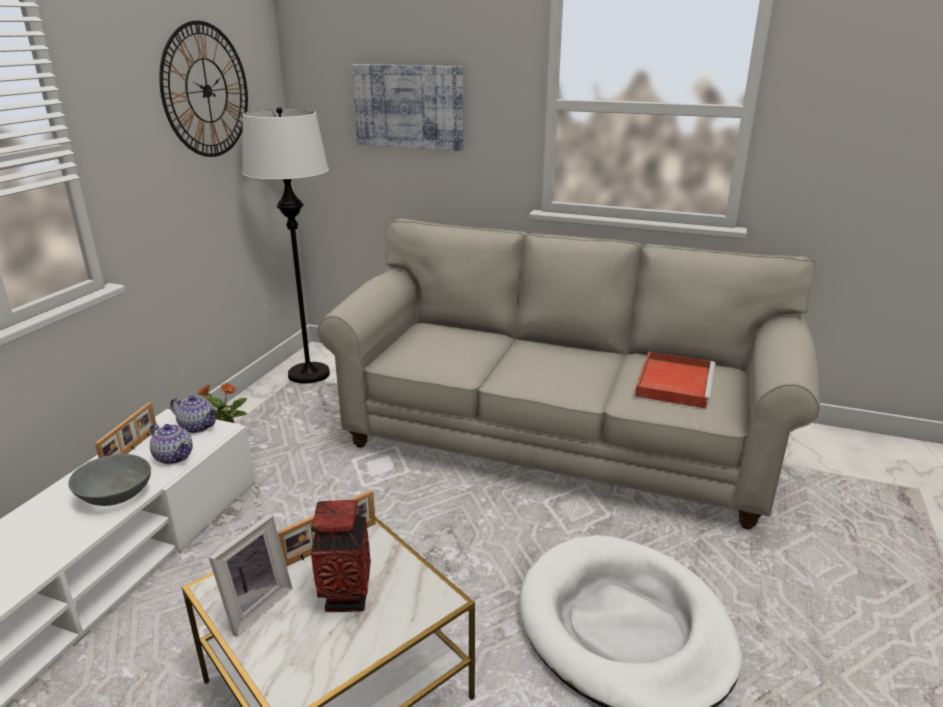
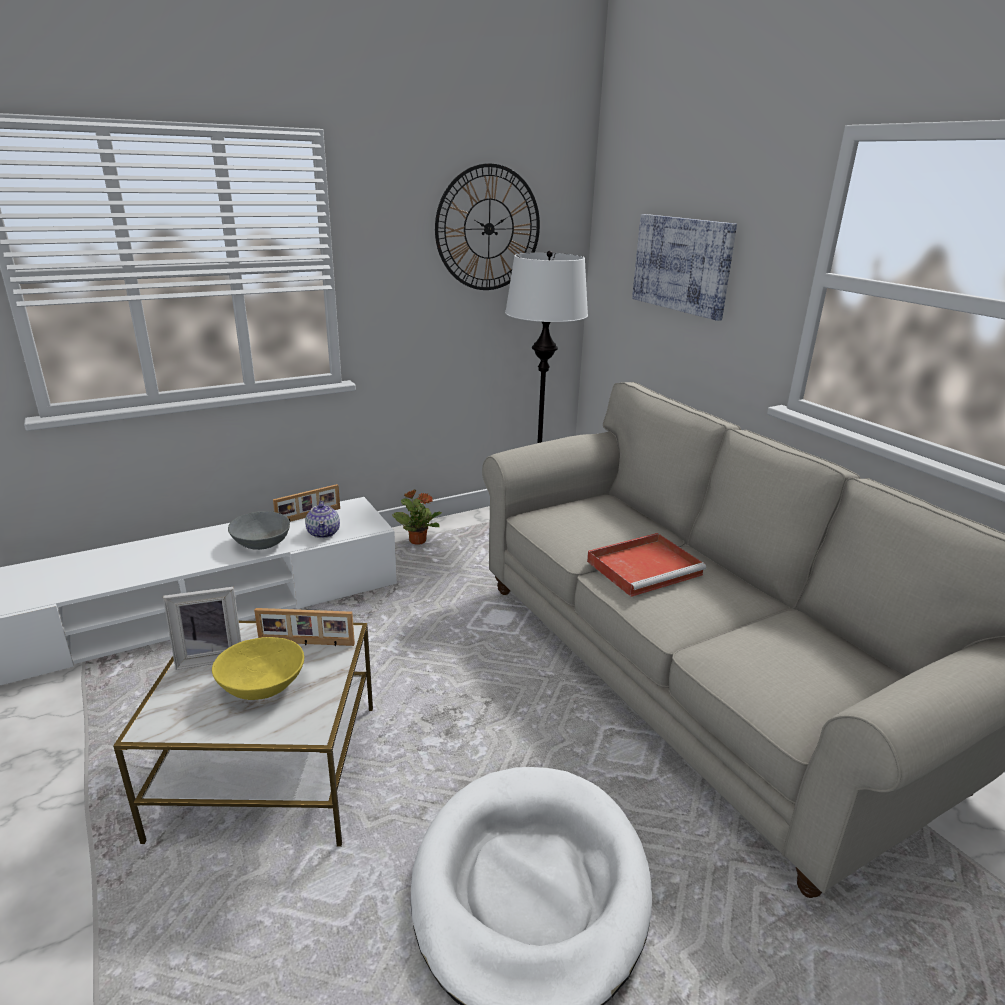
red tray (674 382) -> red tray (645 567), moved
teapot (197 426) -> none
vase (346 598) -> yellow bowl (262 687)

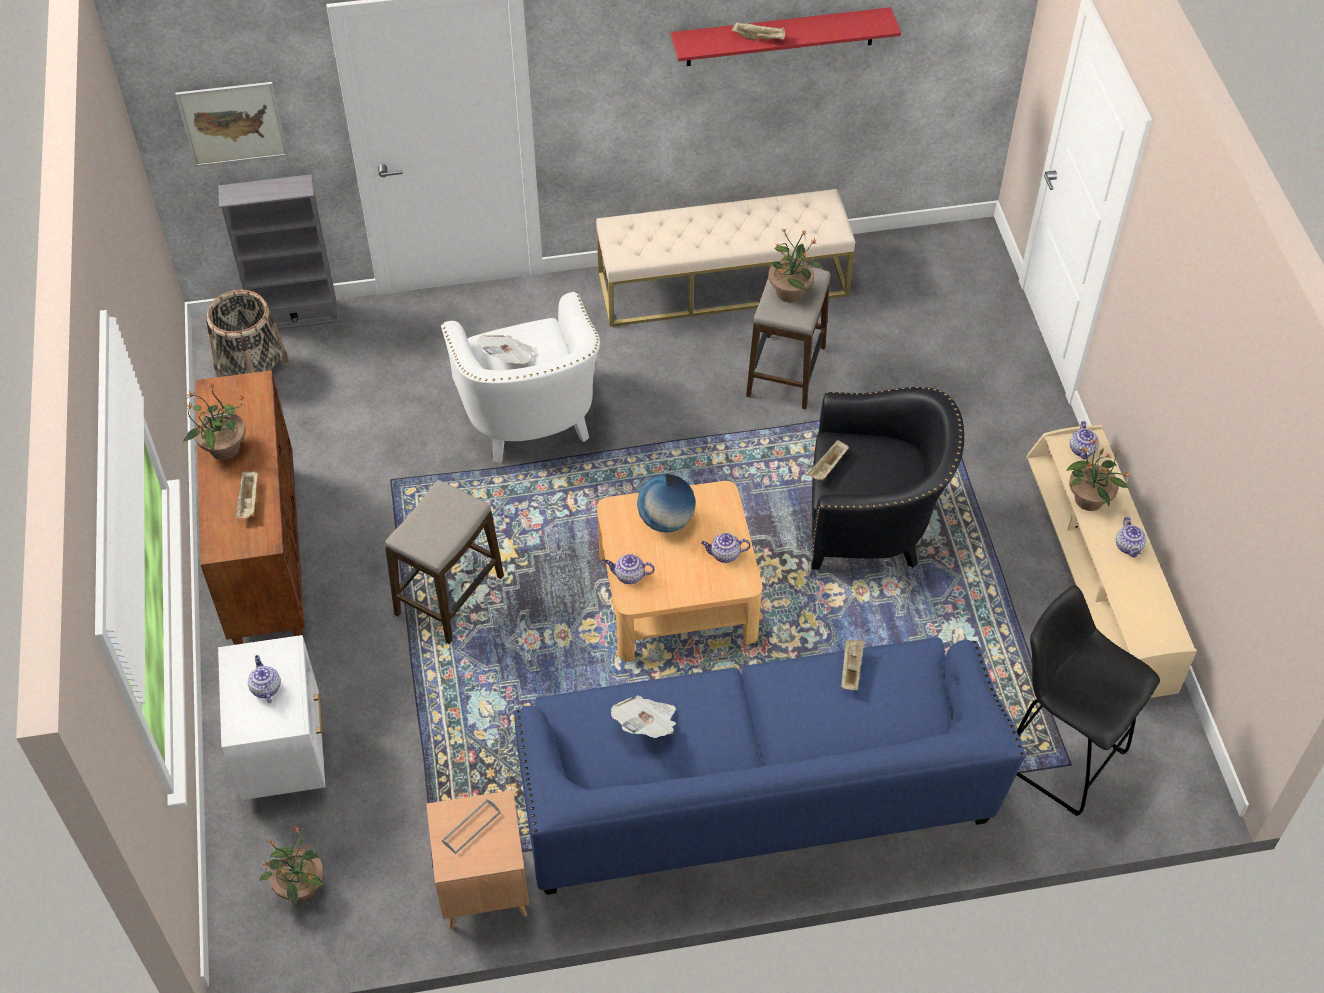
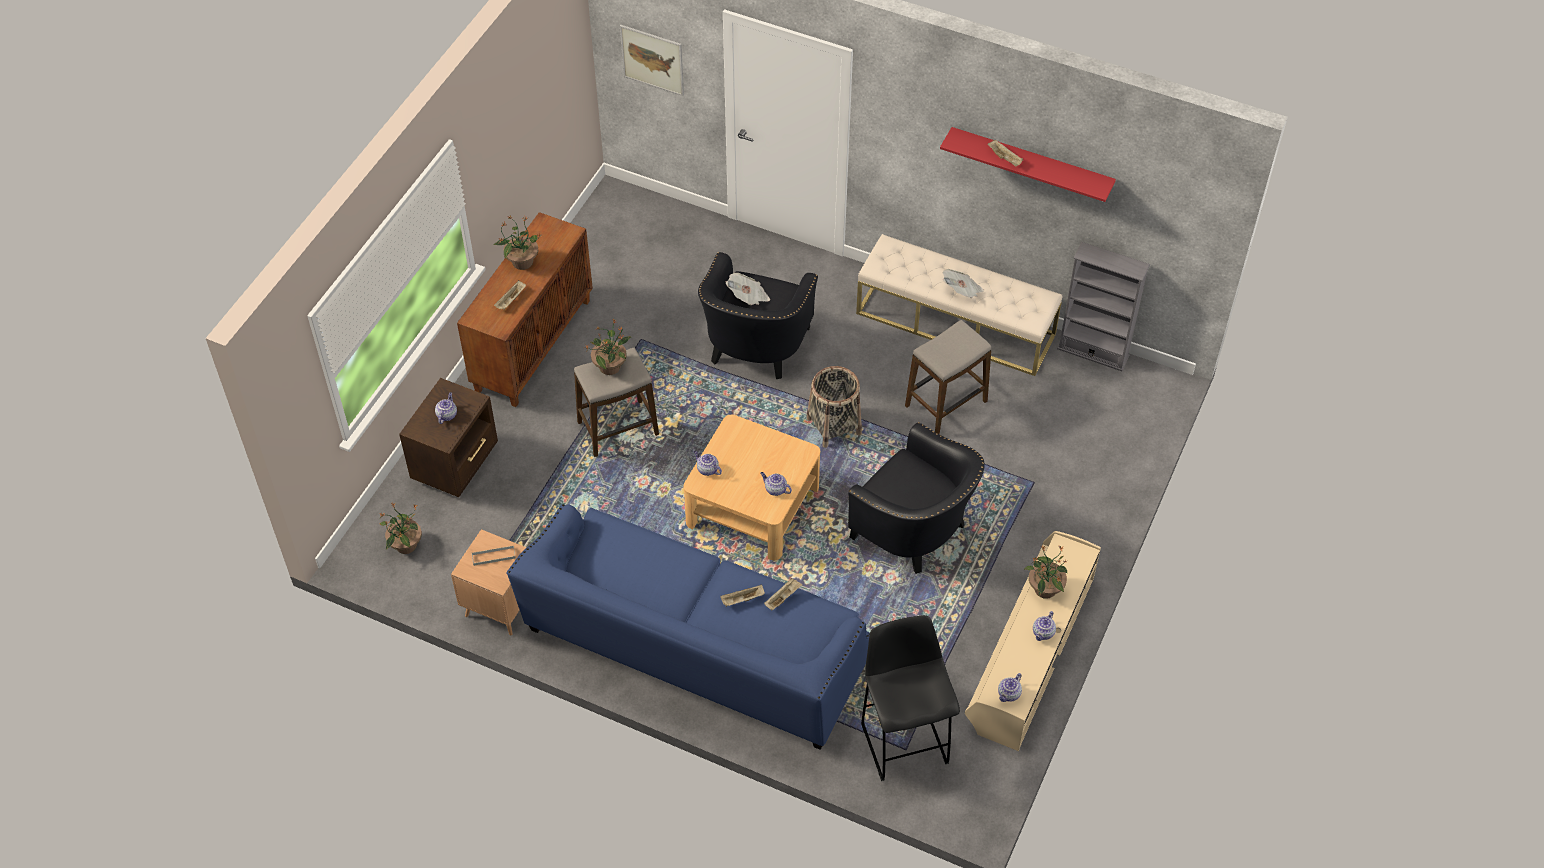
grey bookcase (295 316) -> grey bookcase (1093 352), moved
potted plant (790 292) -> potted plant (610 366), moved
basket (253 369) -> basket (834 426), moved
white armchair (531 421) -> black armchair (755 348)
teapot (1082 450) -> teapot (1009 694), moved
beige tray (828 467) -> beige tray (742 600), moved
globe (666 520) -> none
white nightstand (284 748) -> brown nightstand (457 464)
newspaper (646 725) -> newspaper (962 291), moved

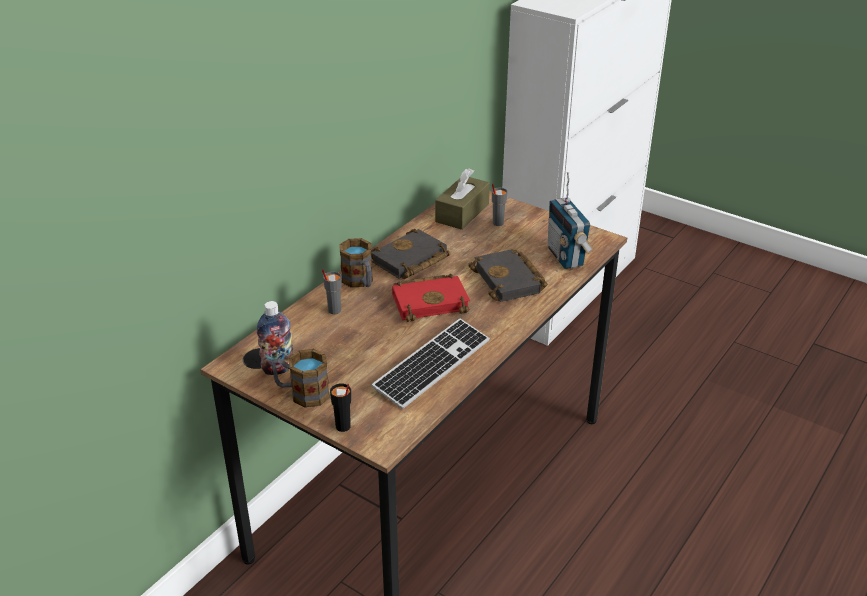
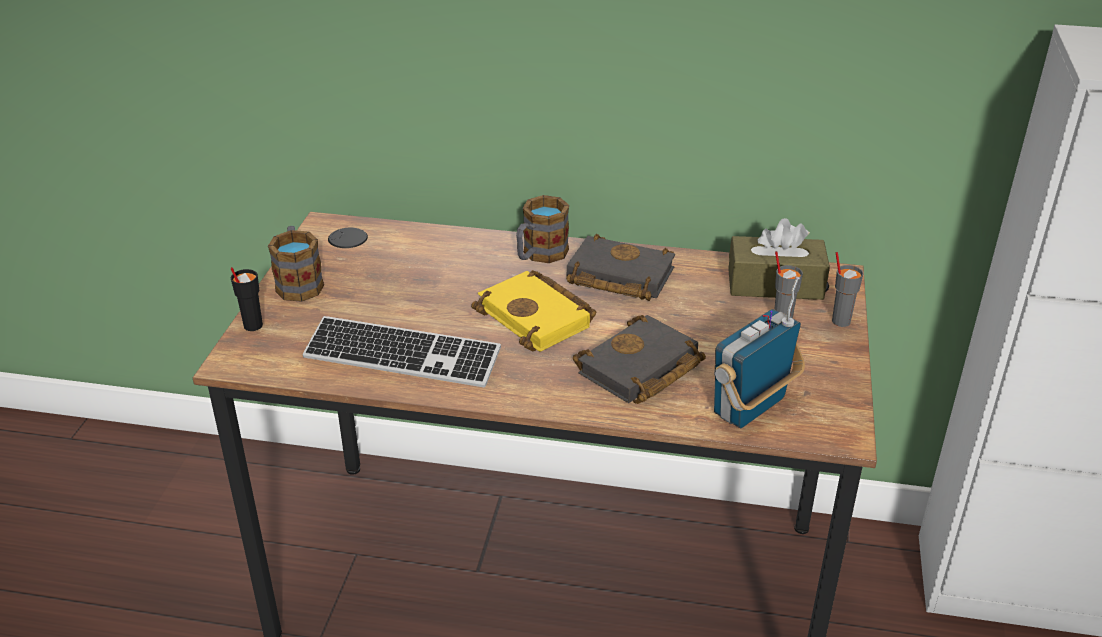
grey cup (334 310) -> grey cup (840 321), moved
red book (431 301) -> yellow book (539 318)
bottle (278 368) -> none

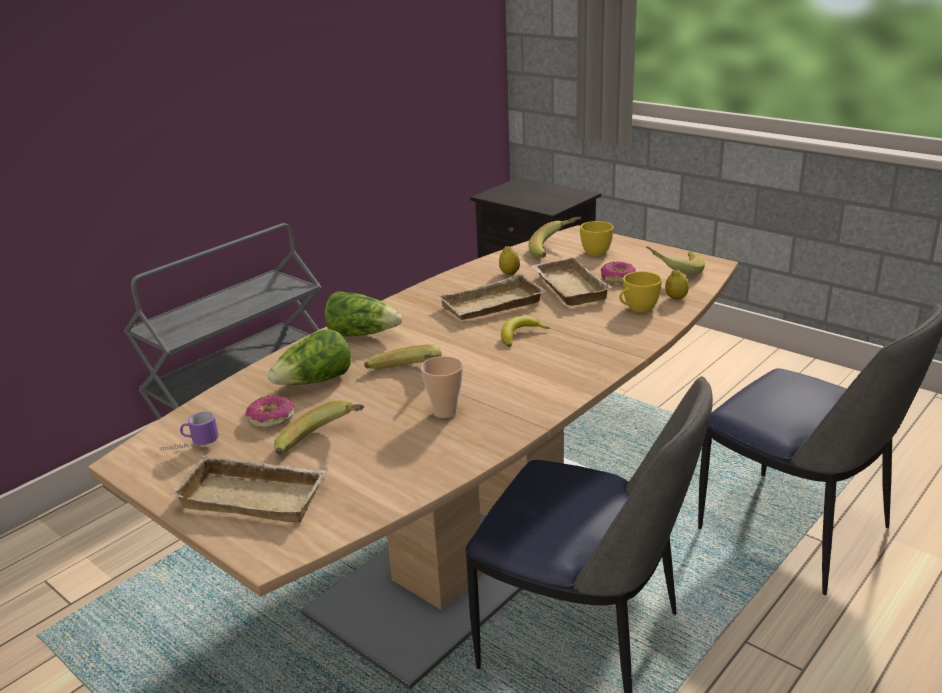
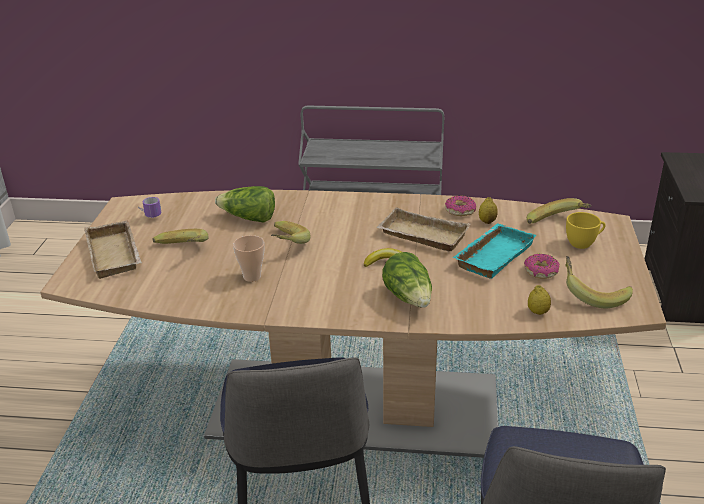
beige tray (567 287) -> turquoise tray (493 254)
yellow cup (637 309) -> none
lettuce (362 334) -> lettuce (409 297), moved
donut (271 418) -> donut (460 210), moved

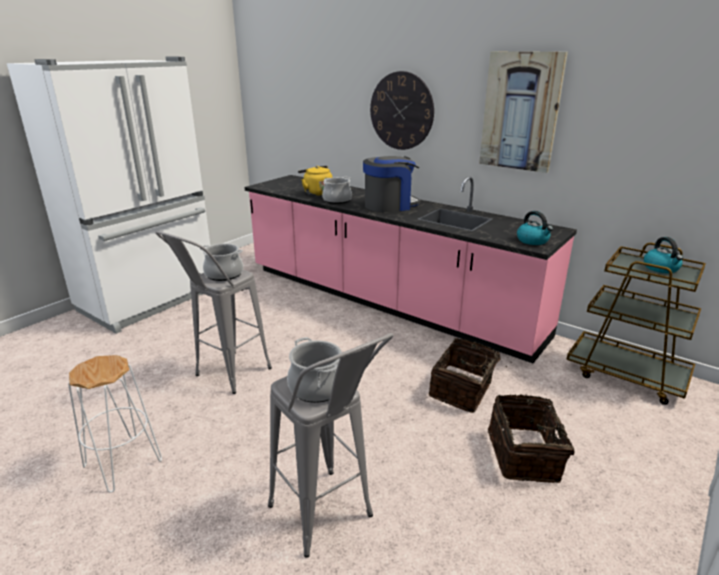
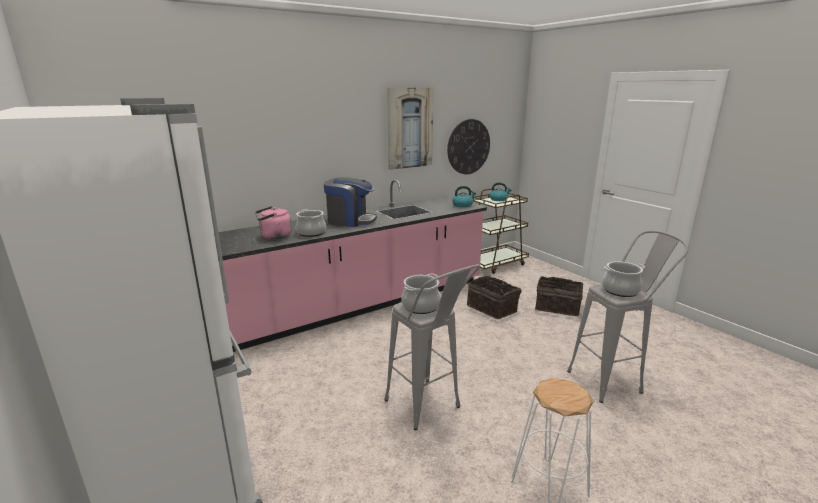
wall clock (401 111) -> wall clock (468 147), moved
coffee machine (389 205) -> coffee machine (350 221), 105 degrees clockwise
yellow kettle (316 193) -> pink kettle (274 236)

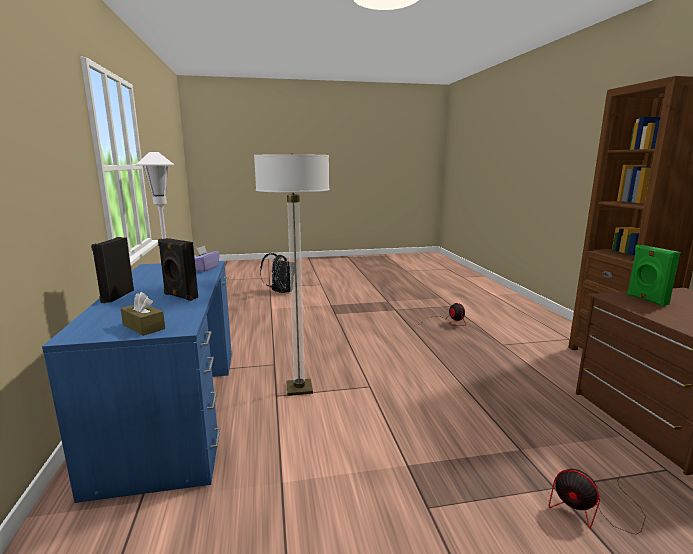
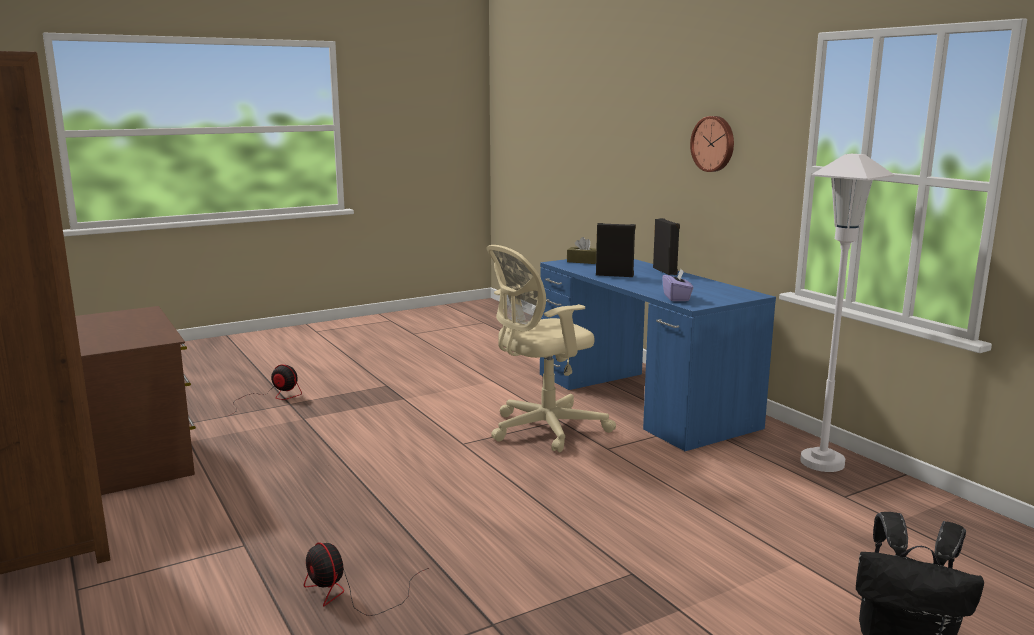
floor lamp (299 388) -> beige office chair (543 429)
green speaker (646 300) -> none
none -> wall clock (714 144)

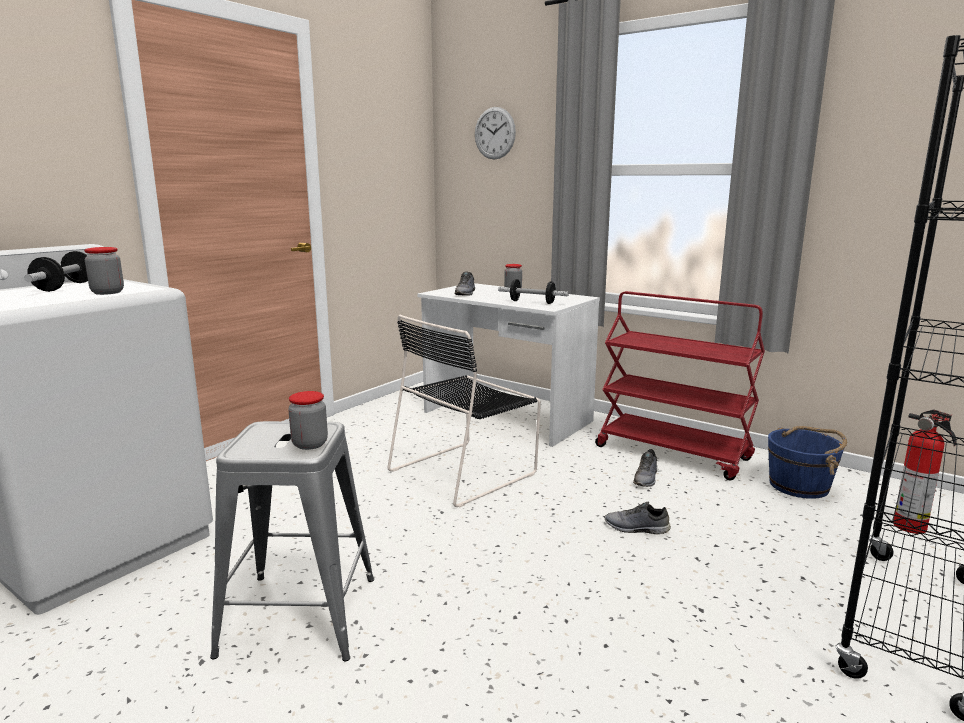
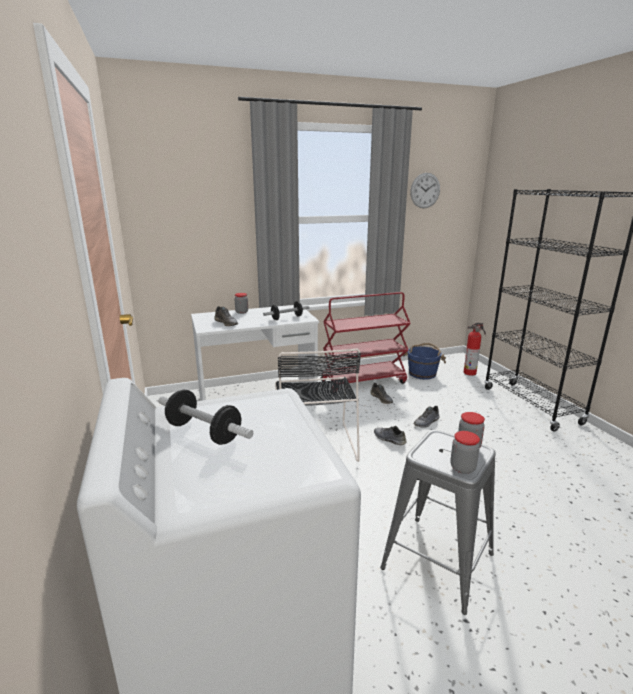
wall clock (494 133) -> wall clock (425 190), moved
jar (107 292) -> jar (462 468), moved
none -> grey shoe (389 439)

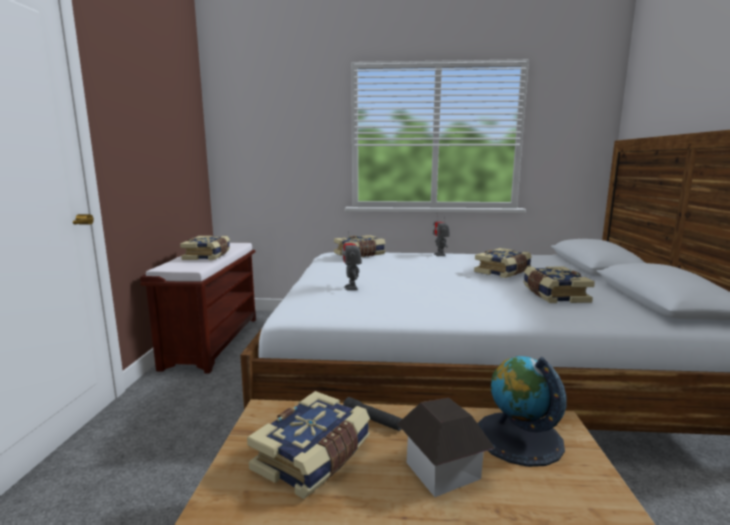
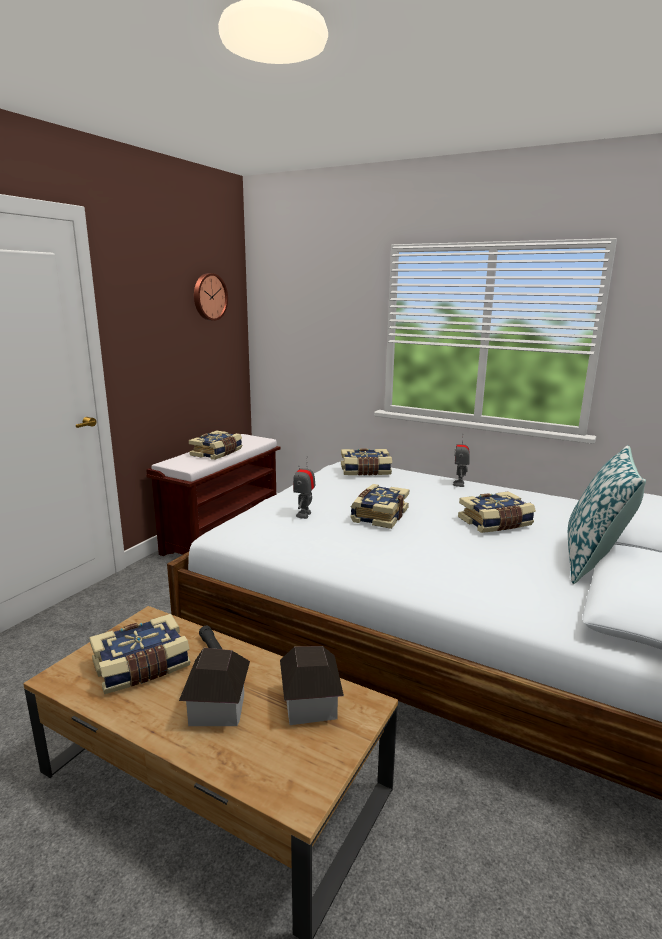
book (553 295) -> book (378 515), moved
globe (518 438) -> toy house (310 705)
none -> wall clock (209 297)
none -> pillow (593 560)

